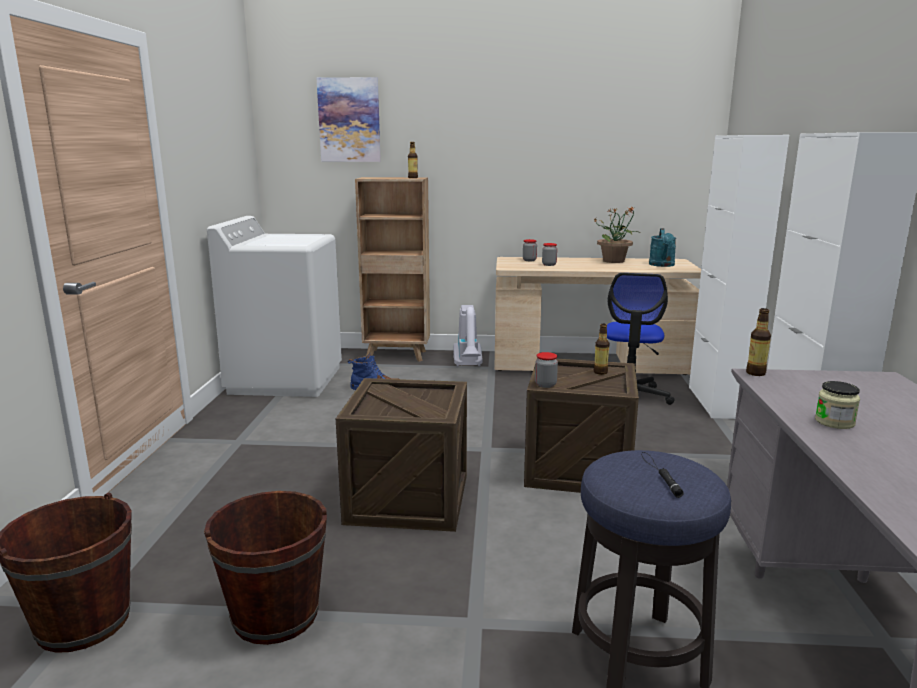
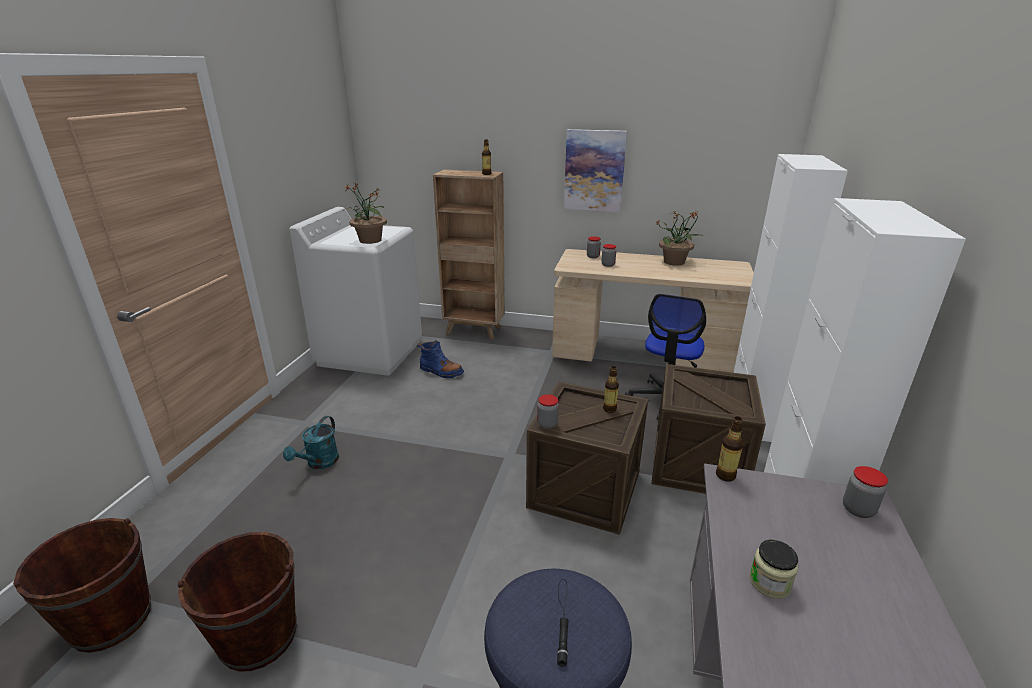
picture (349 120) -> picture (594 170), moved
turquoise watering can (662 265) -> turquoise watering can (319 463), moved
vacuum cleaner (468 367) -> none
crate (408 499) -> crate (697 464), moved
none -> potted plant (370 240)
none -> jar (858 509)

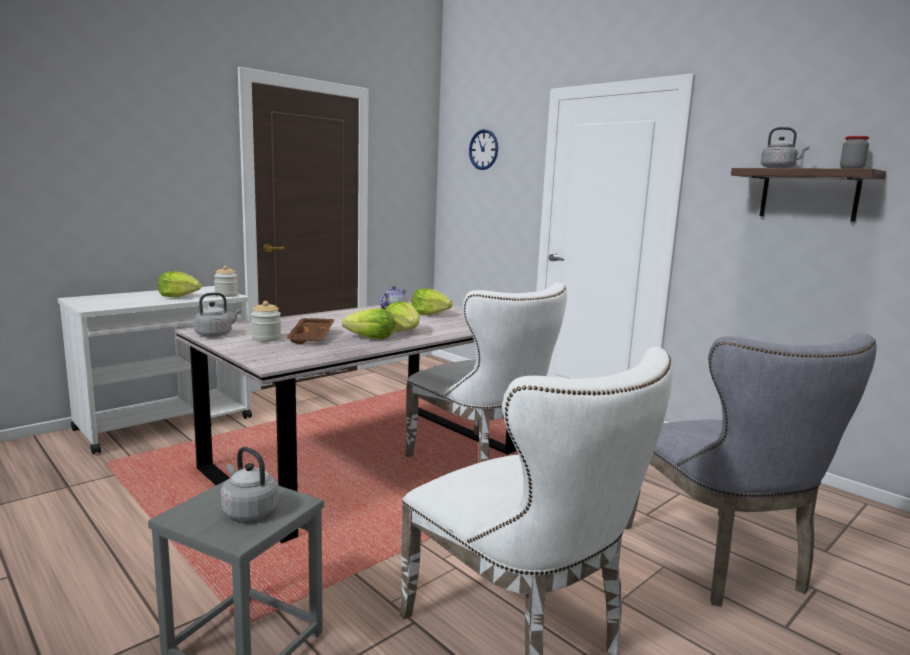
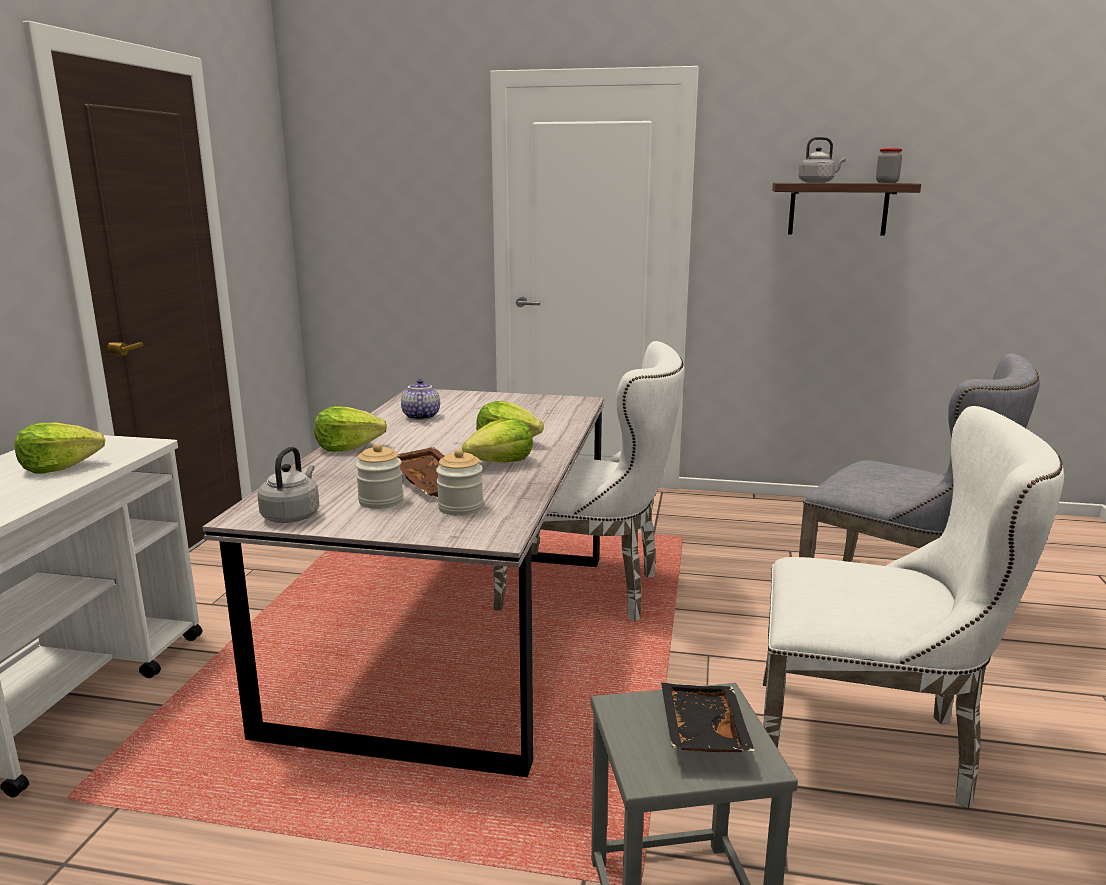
wall clock (483 149) -> none
jar (226 295) -> jar (460 507), moved
lettuce (430 314) -> lettuce (348 447), moved
grey kettle (248 511) -> black tray (700 731)

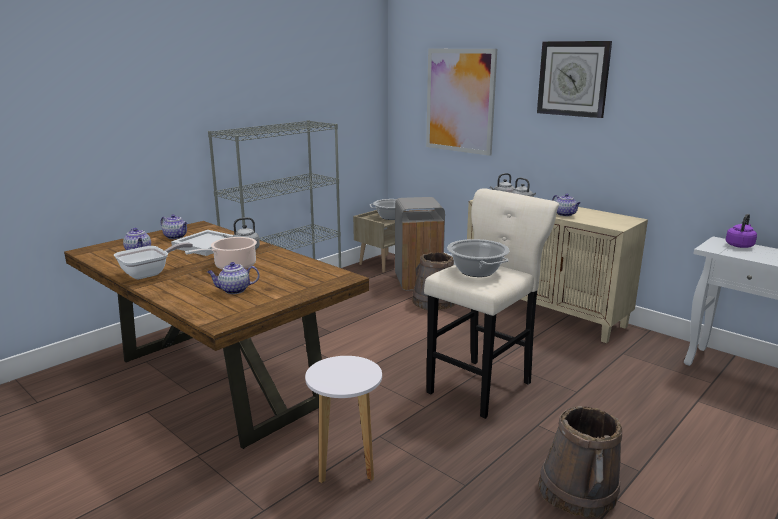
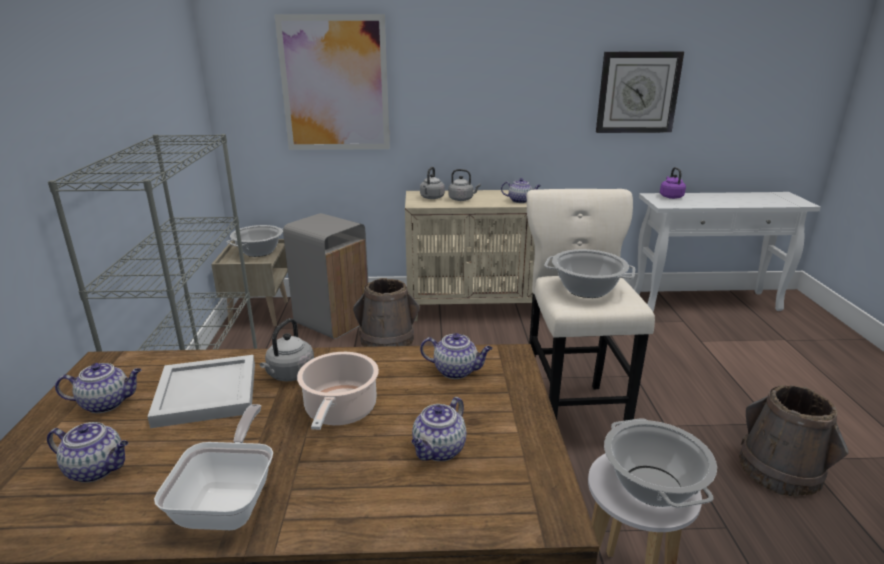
wall clock (573 78) -> wall clock (637 92), moved
none -> teapot (456 371)
none -> cooking pot (652 486)

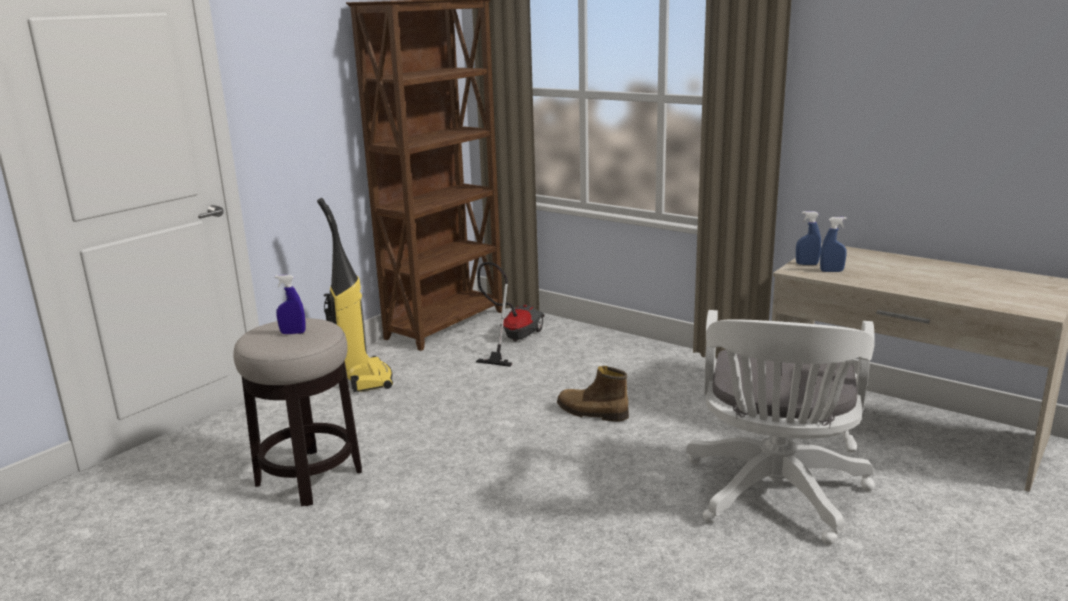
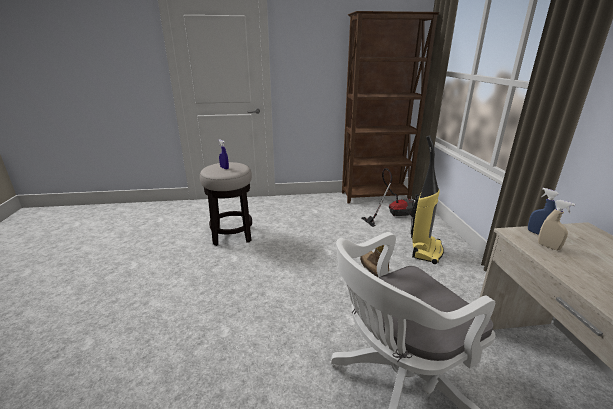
vacuum cleaner (364 378) -> vacuum cleaner (425 250), moved
blue spray bottle (831 271) -> beige spray bottle (548 246)

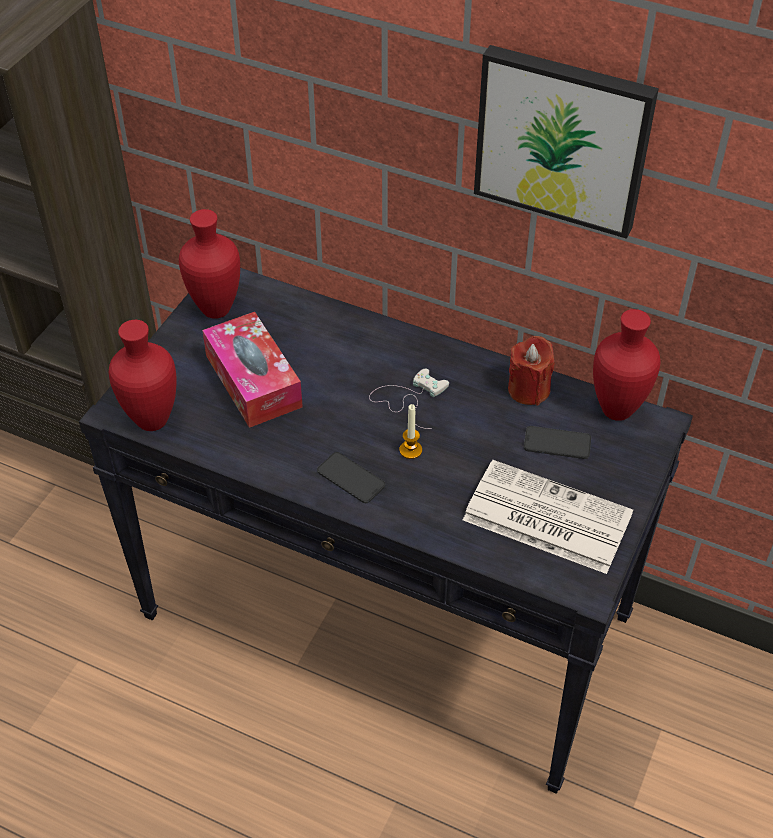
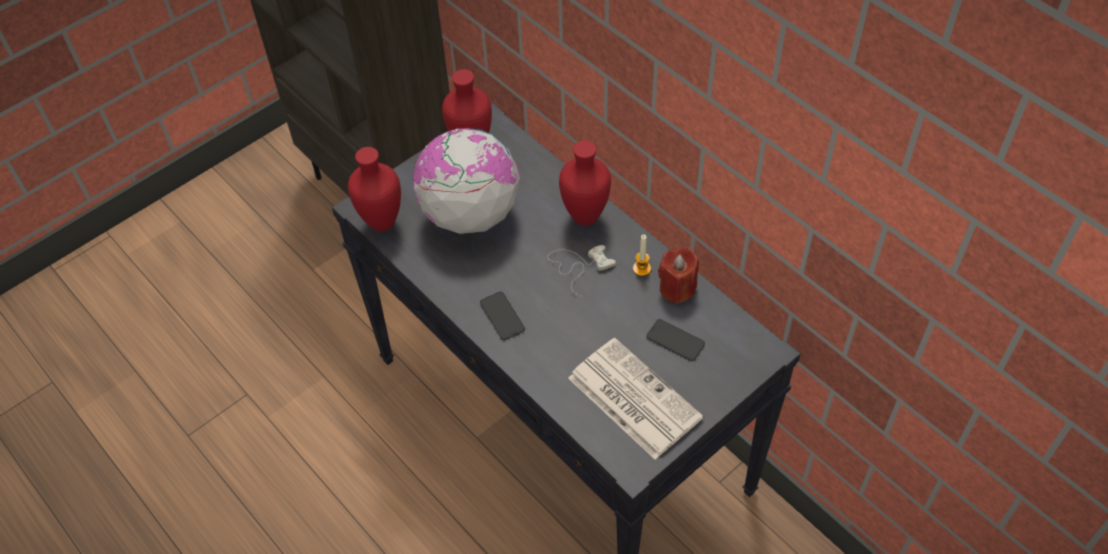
picture (563 139) -> none
red vase (614 410) -> red vase (583 216), moved
tissue box (253 381) -> globe (470 214)
candle (410 450) -> candle (641 269), moved

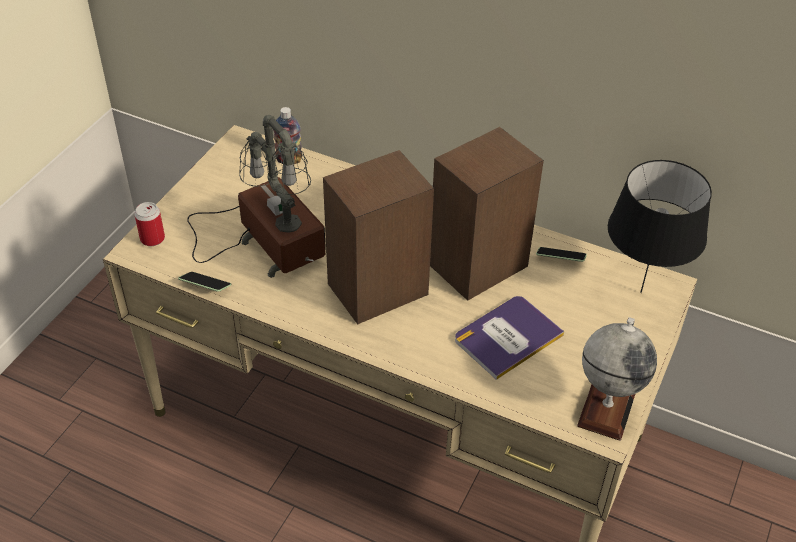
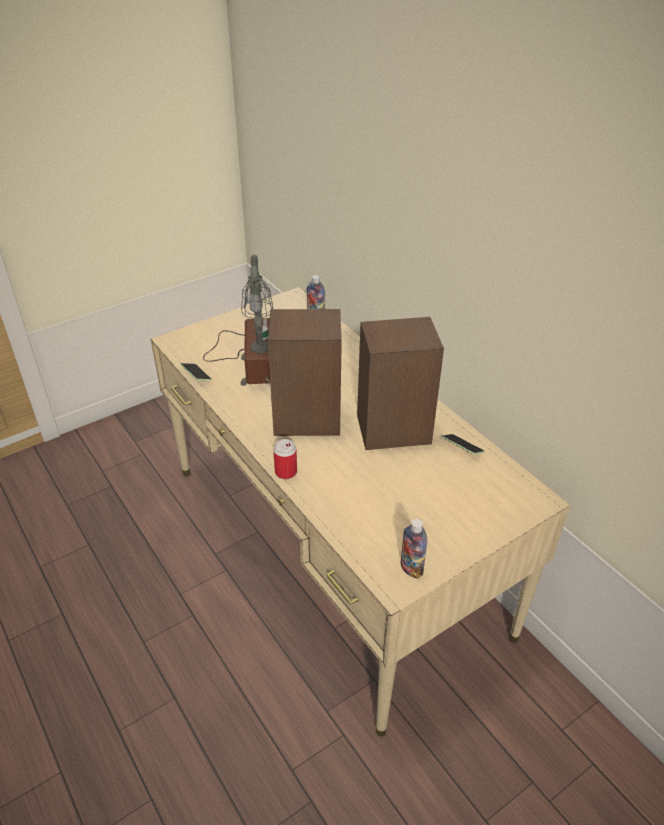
black table lamp (641 292) -> none
can (152 238) -> can (286 472), moved
book (507 337) -> none
globe (606 408) -> bottle (411 569)

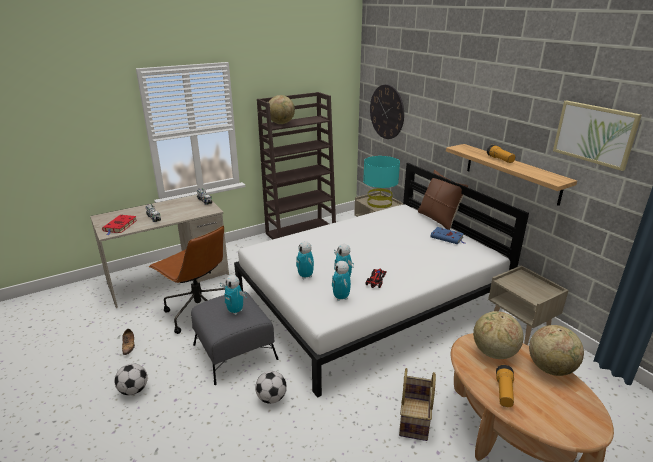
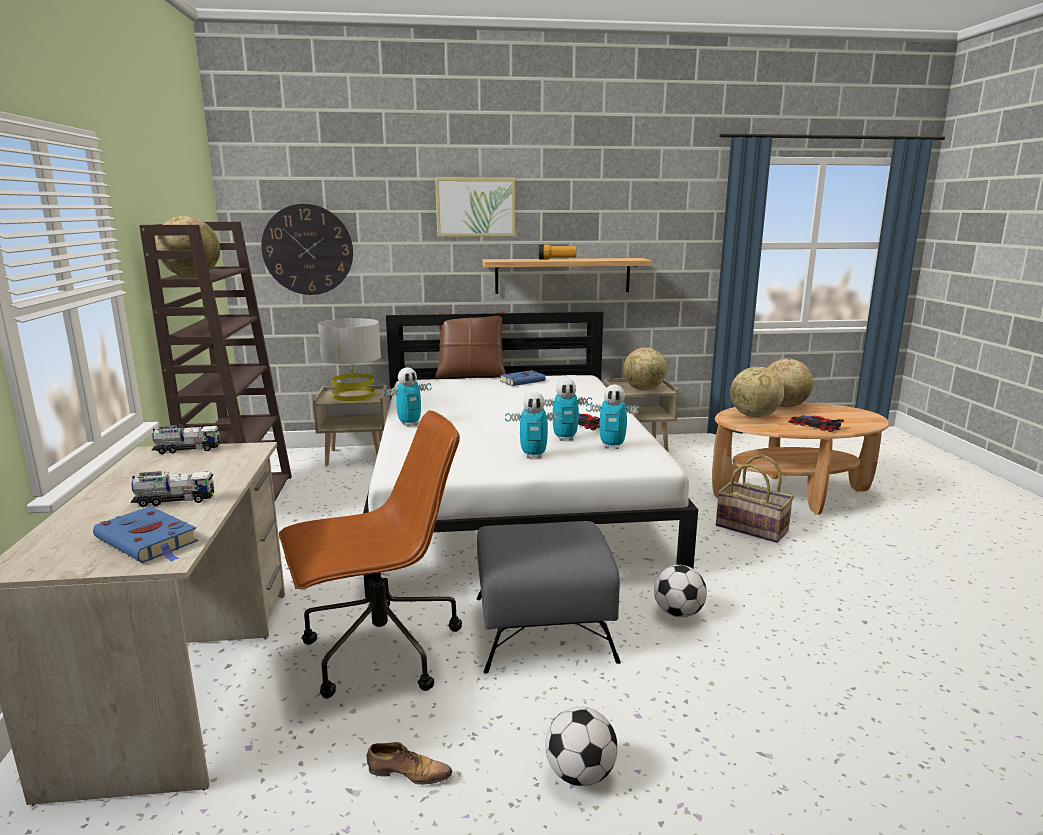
picture (594 134) -> picture (475 207), moved
turquoise table lamp (379 203) -> grey table lamp (354 395)
red book (120 226) -> blue book (149 541)
toy robot (235 311) -> toy robot (409 424), moved
flashlight (504 392) -> toy car (814 426)
none -> globe (644 389)

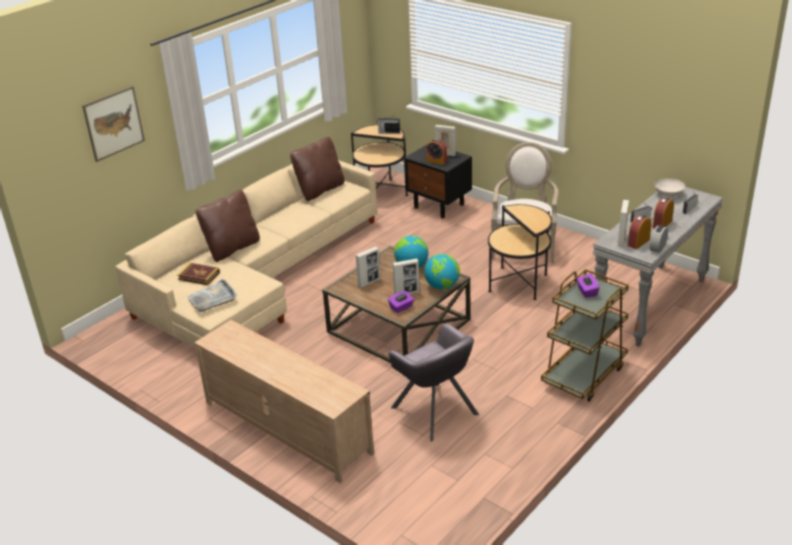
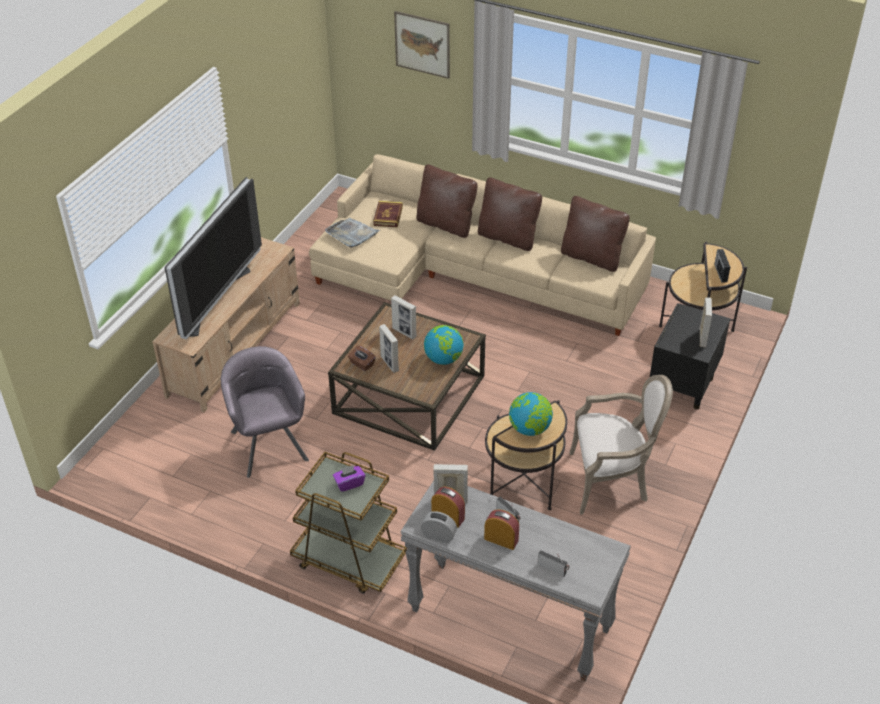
alarm clock (437 161) -> none
white bowl (668 195) -> none
globe (442 286) -> globe (529 429), moved
purple tissue box (401 307) -> brown tissue box (362 364)
grey armchair (434 411) -> grey armchair (269 445), 120 degrees clockwise
none -> television (216 300)
none -> brown pillow (508 238)

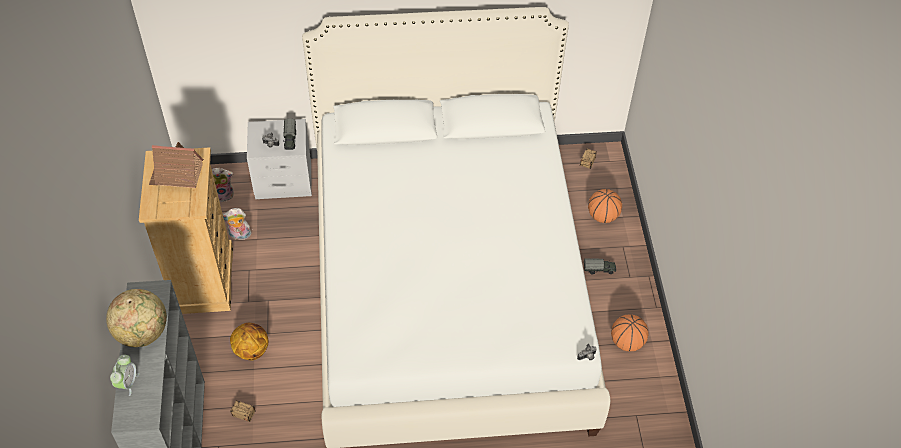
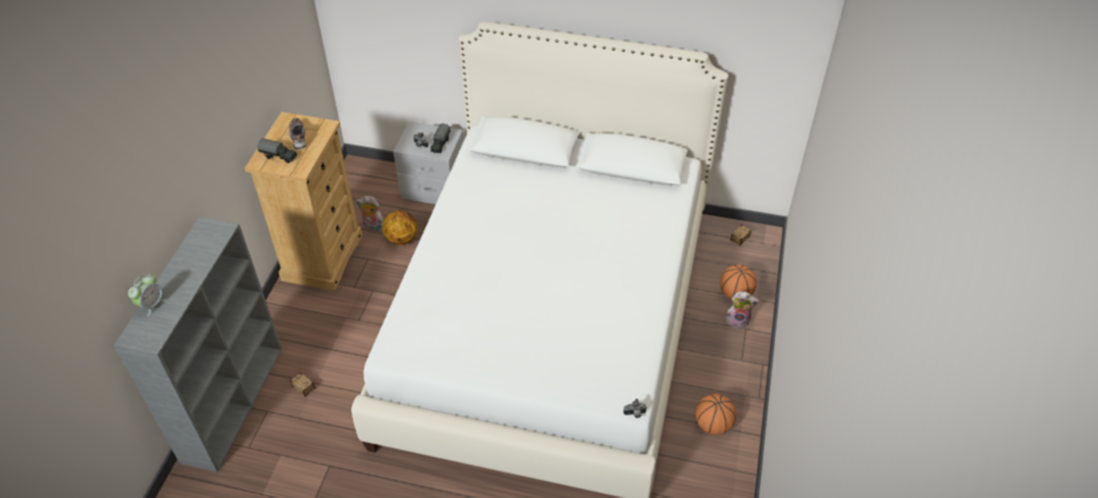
toy house (177 174) -> shoe (298 137)
plush toy (224 194) -> plush toy (738 320), moved
toy truck (599 269) -> toy truck (279 156), moved
globe (143 332) -> none
basketball (251 350) -> basketball (401 238), moved

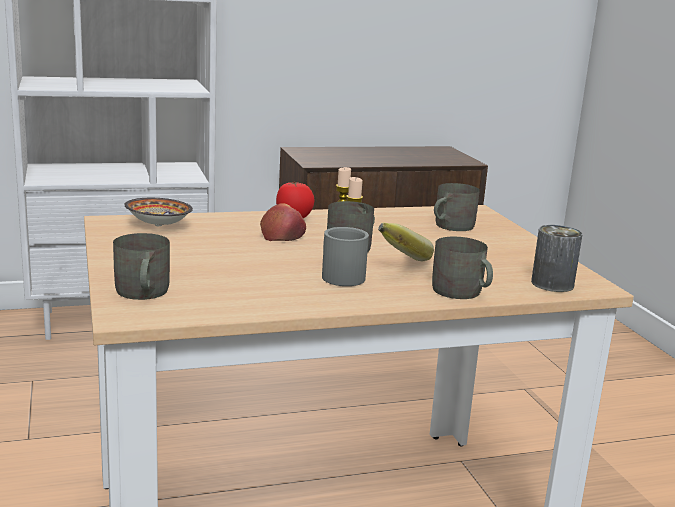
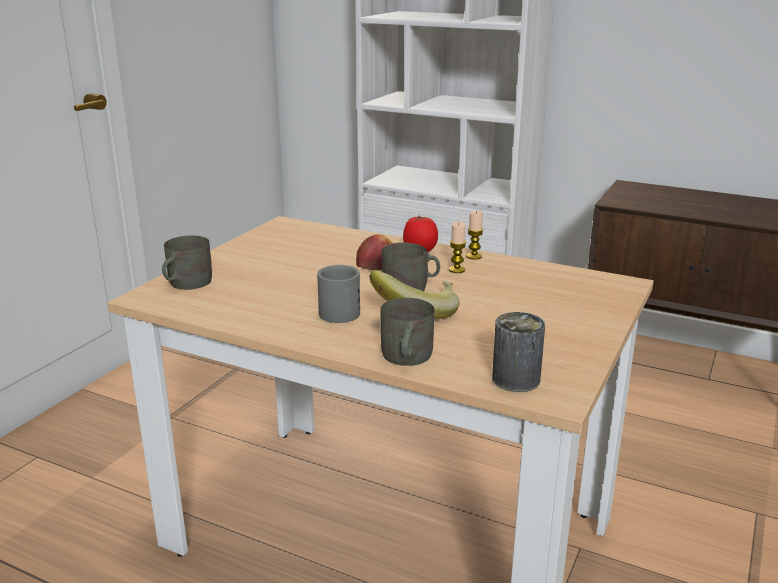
grey mug (450 226) -> none
bowl (158 226) -> none

